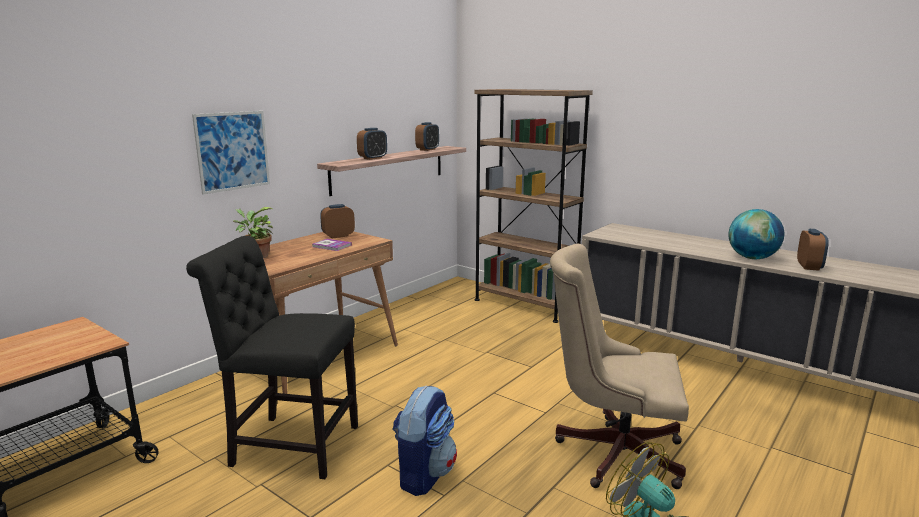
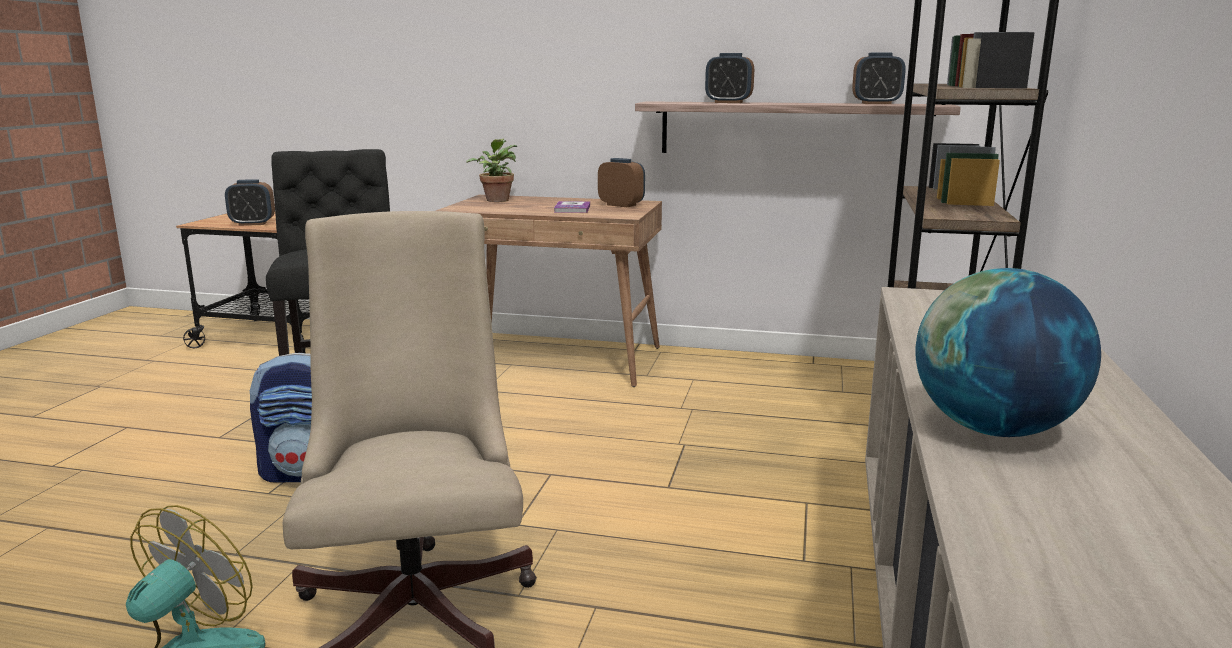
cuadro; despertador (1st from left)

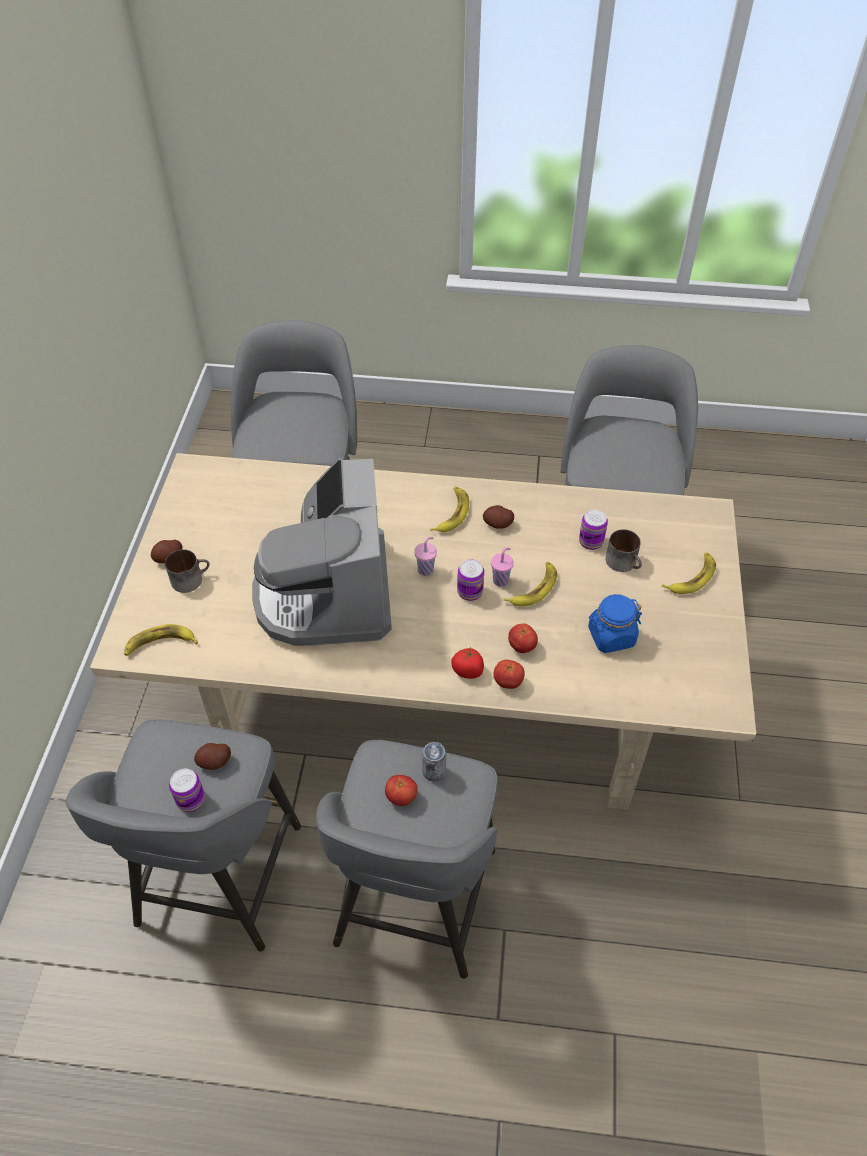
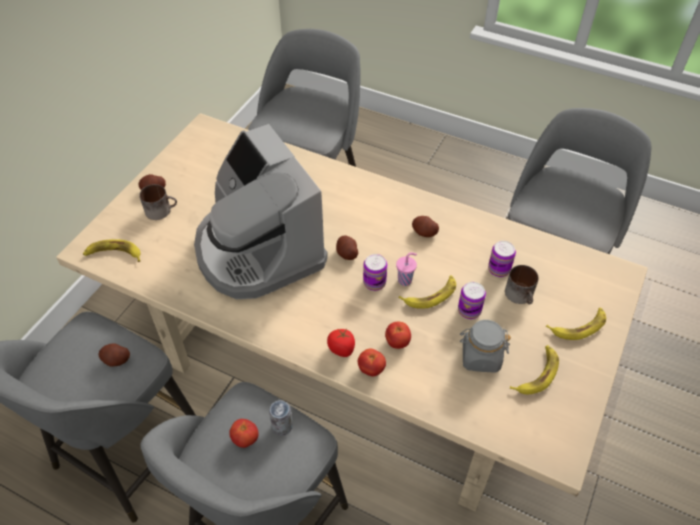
cafetera; plátano (3rd from left); patata (3rd from left); tarro [gris]; lata (3rd from left)

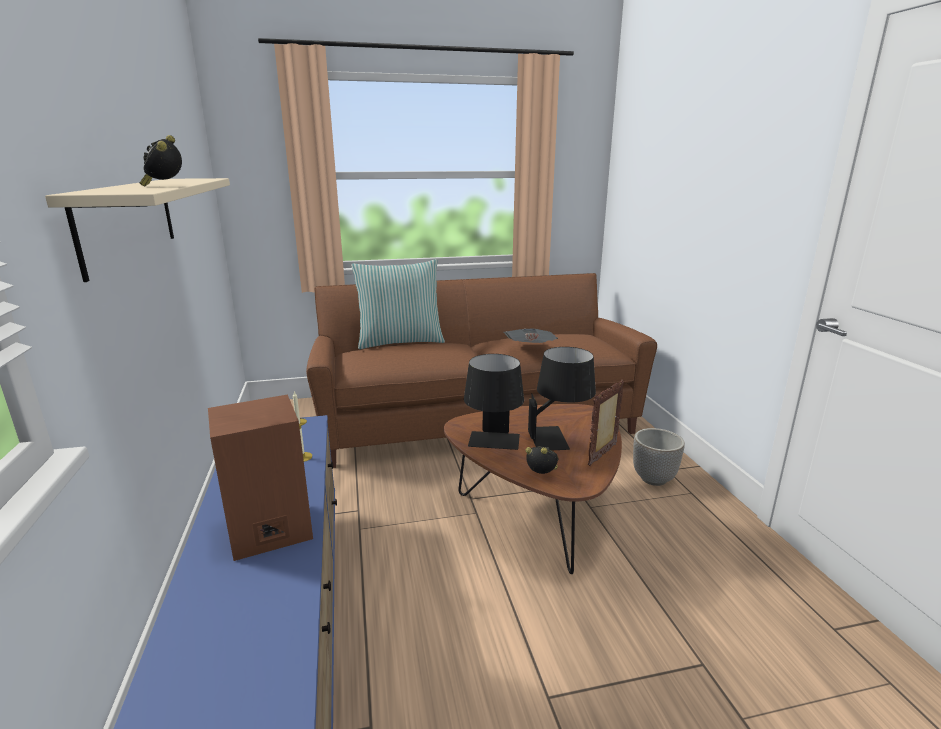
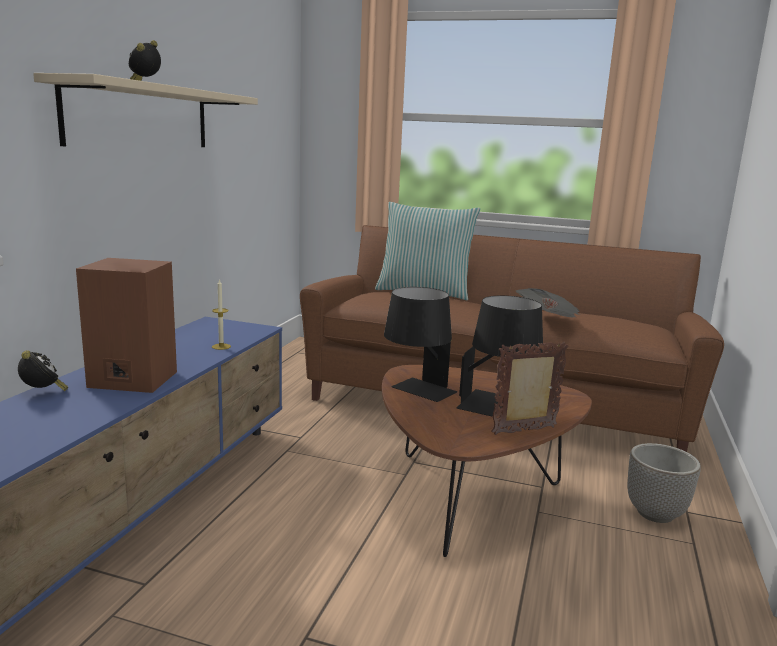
despertador (1st from left)

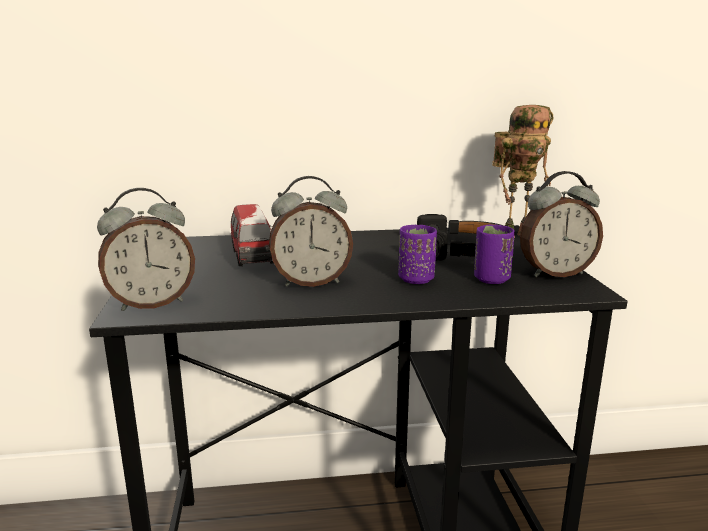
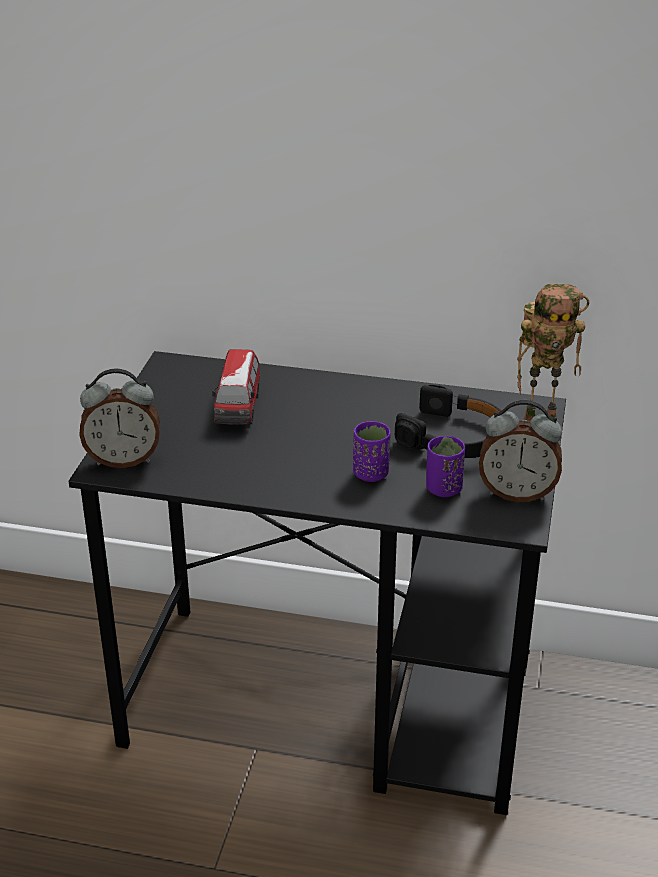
despertador (2nd from left in the first image)

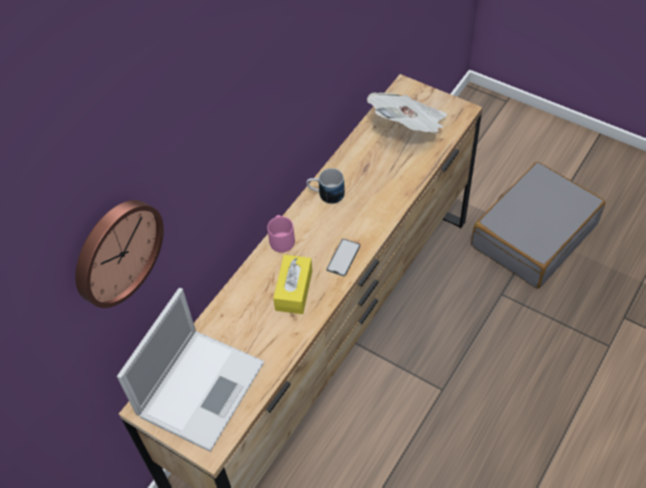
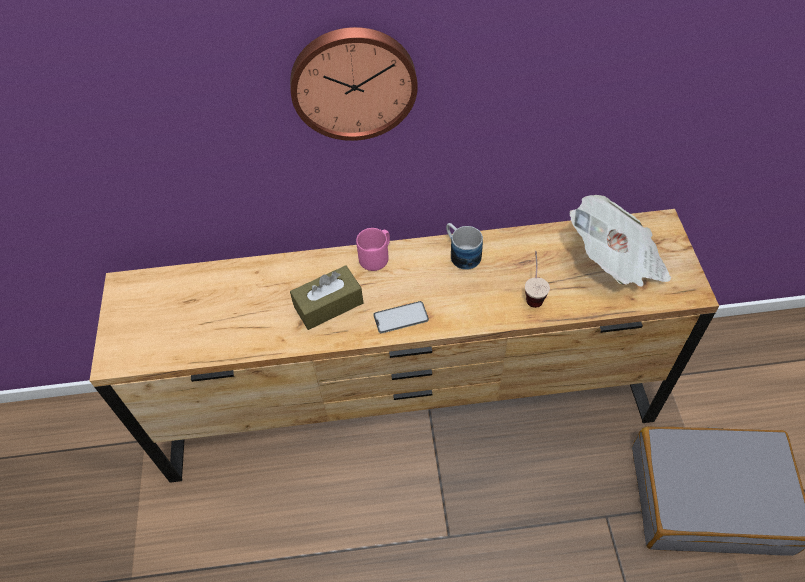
reloj de pared; caja de pañuelos [marrón]; portátil; taza

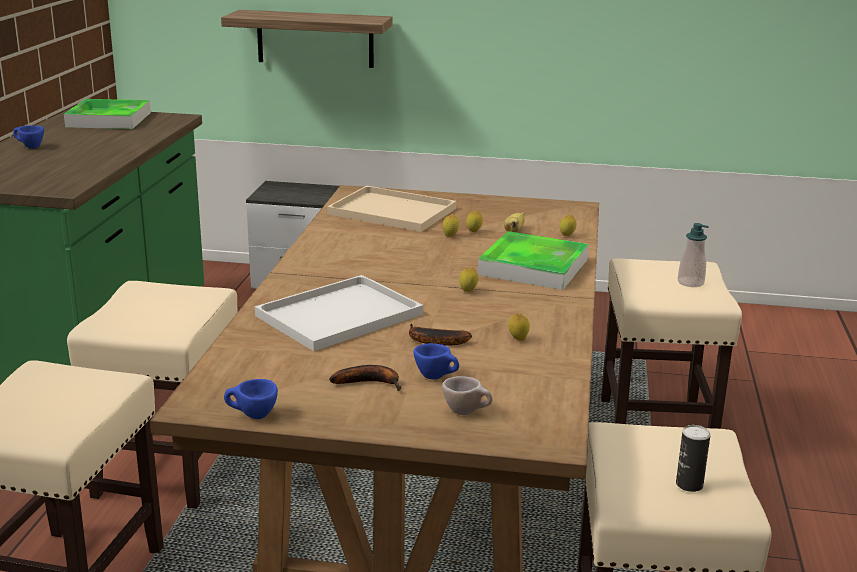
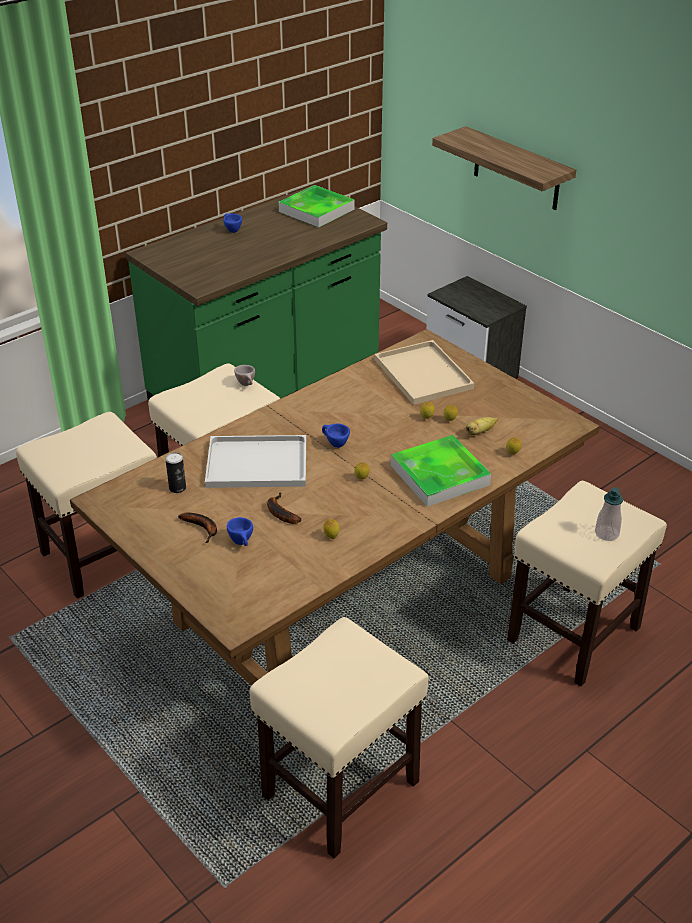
taza [beis]; taza [azul] (3rd from left); lata

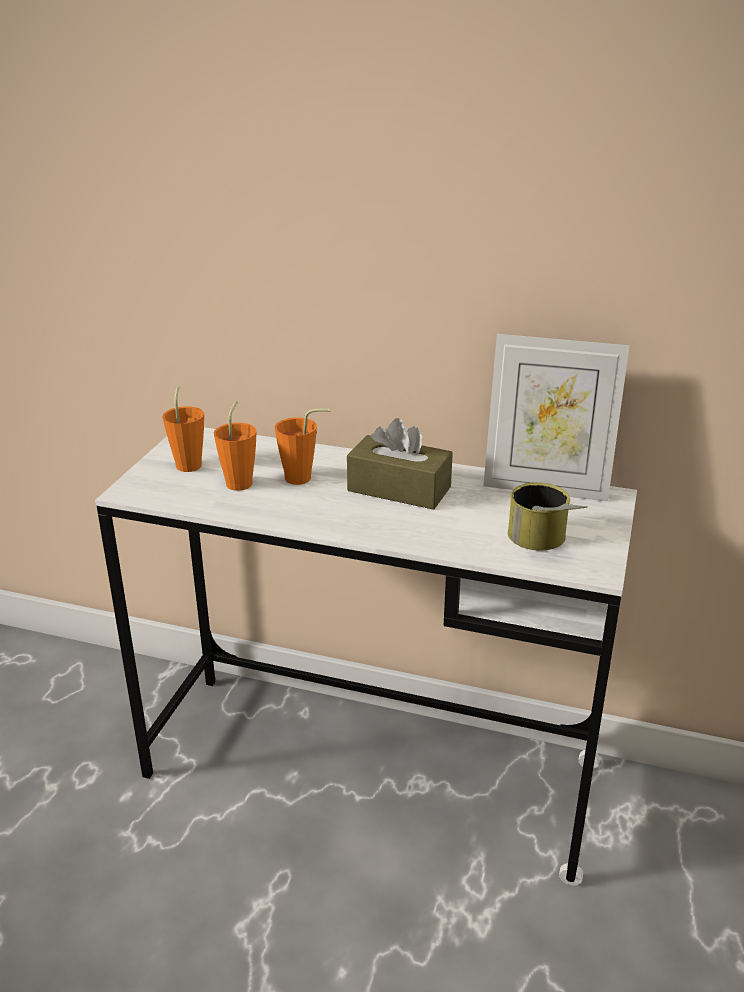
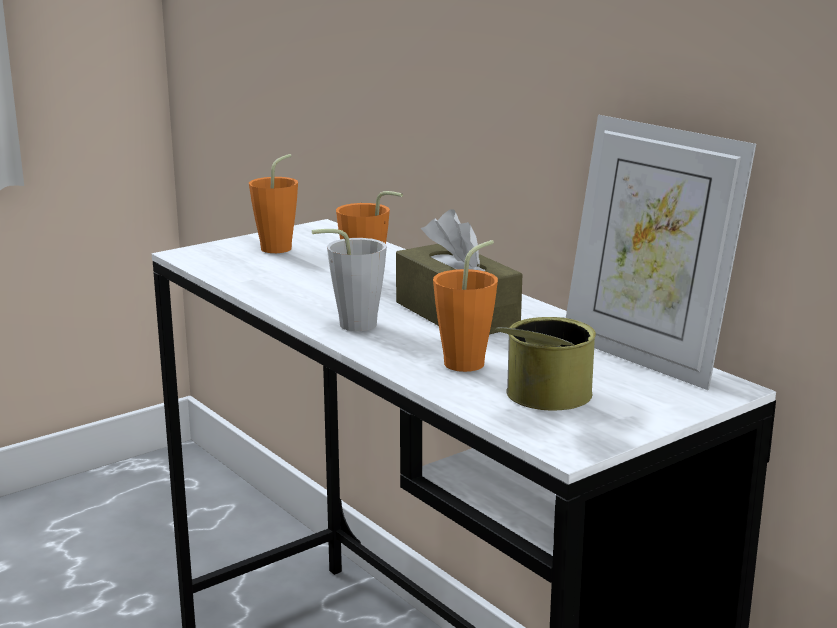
taza [naranja] (3rd from left); taza [gris]

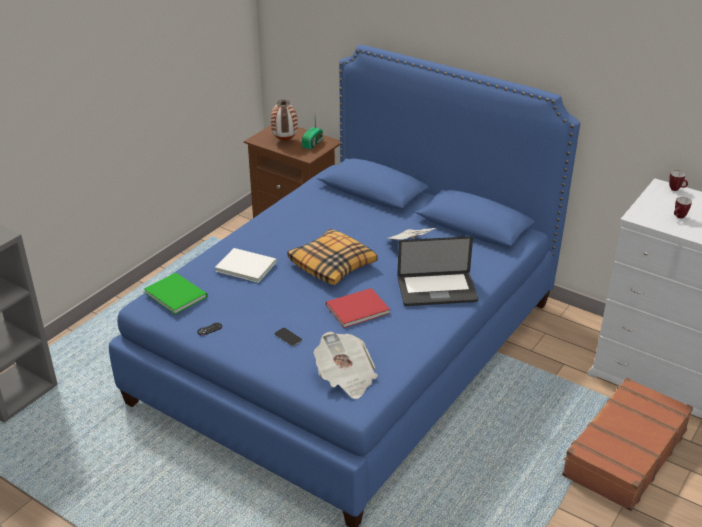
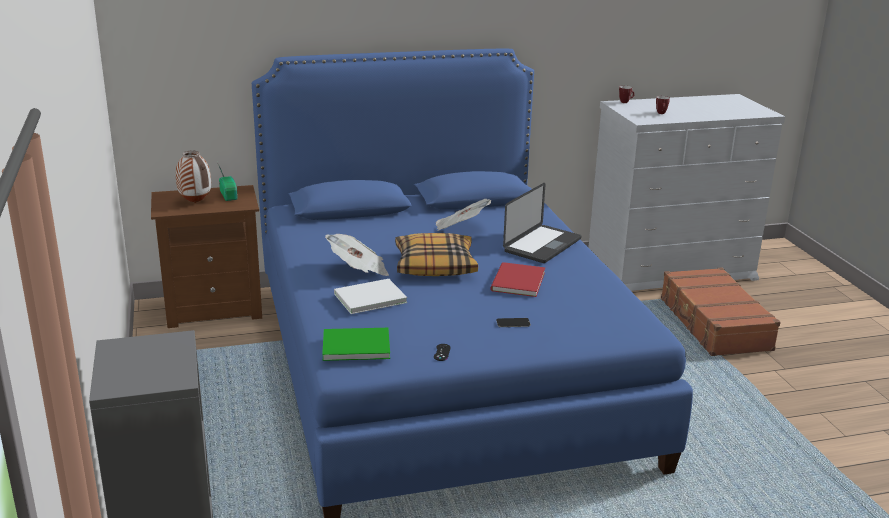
periódico (1st from left)

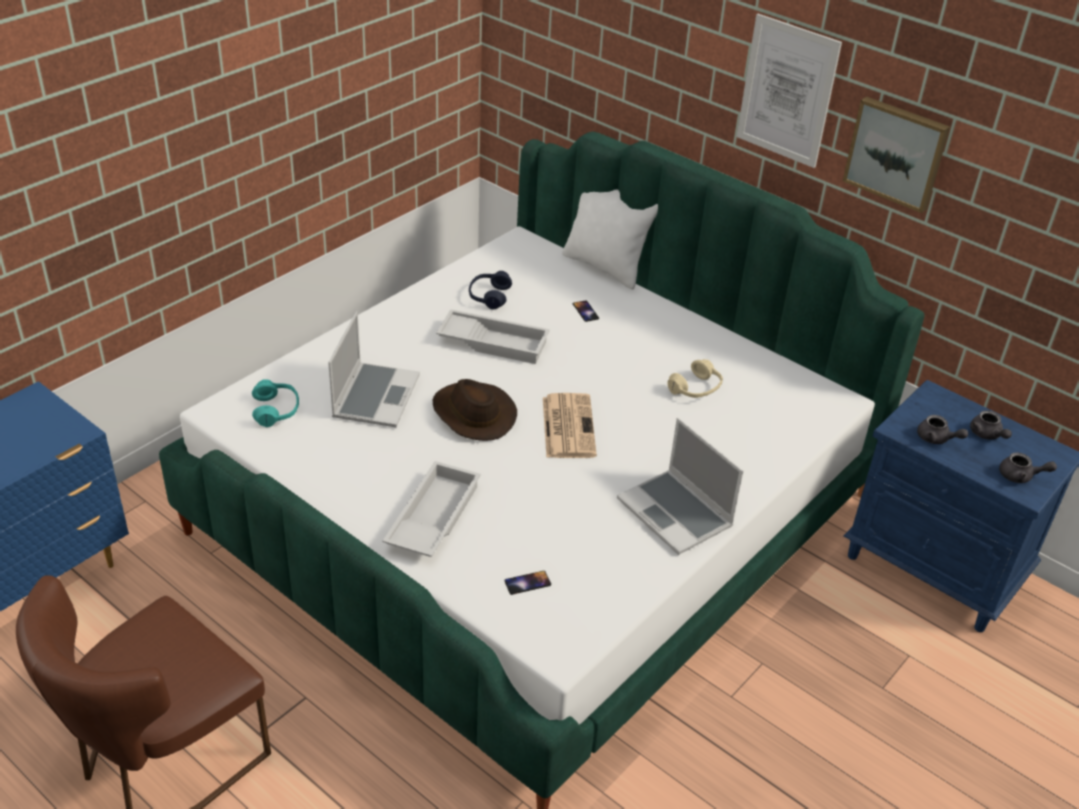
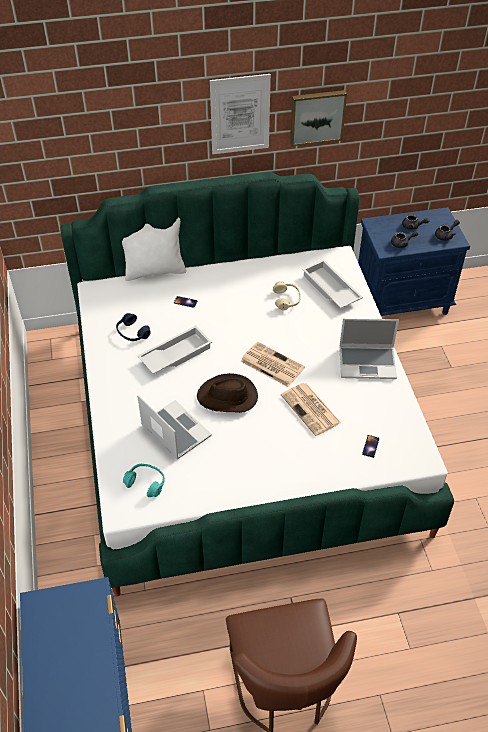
bandeja [blanco] (2nd from left); periódico (2nd from left)

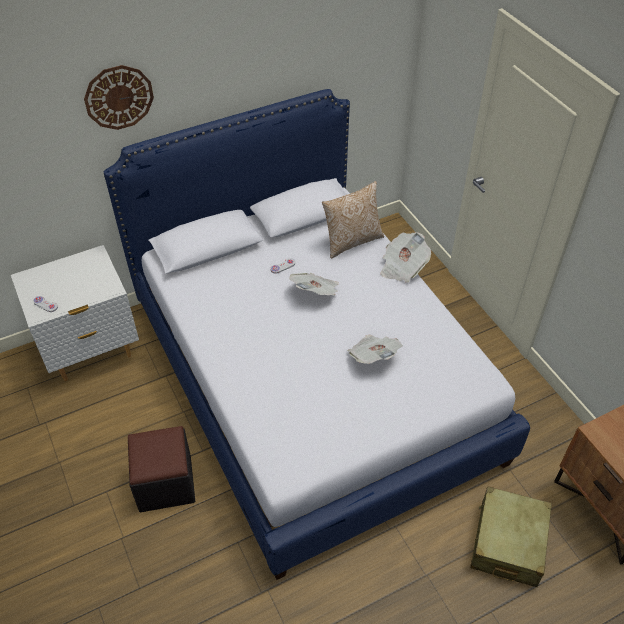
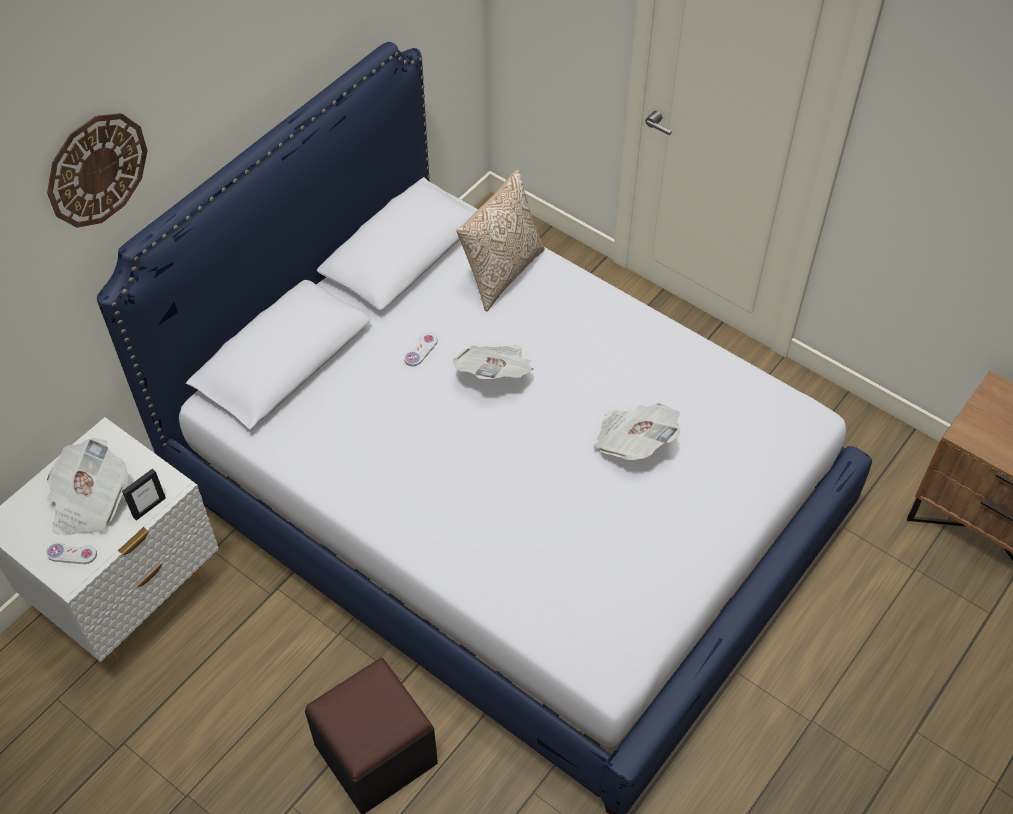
periódico (1st from left); maleta [beis]; portarretratos

